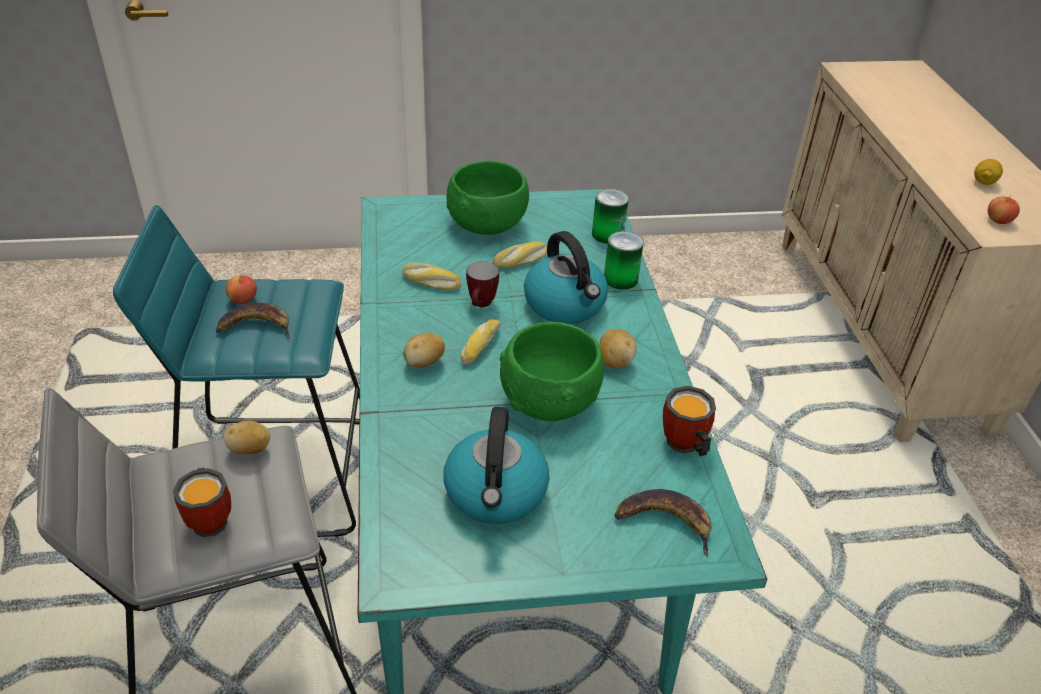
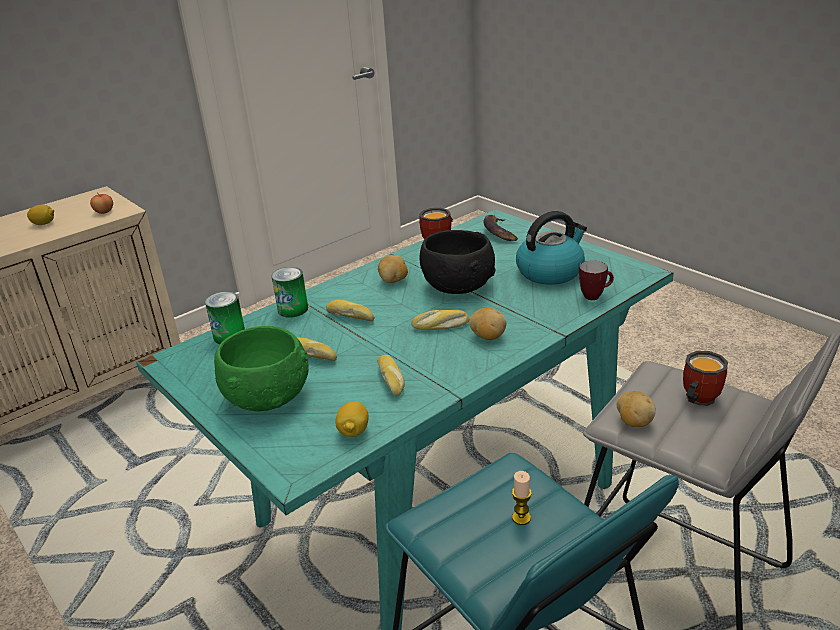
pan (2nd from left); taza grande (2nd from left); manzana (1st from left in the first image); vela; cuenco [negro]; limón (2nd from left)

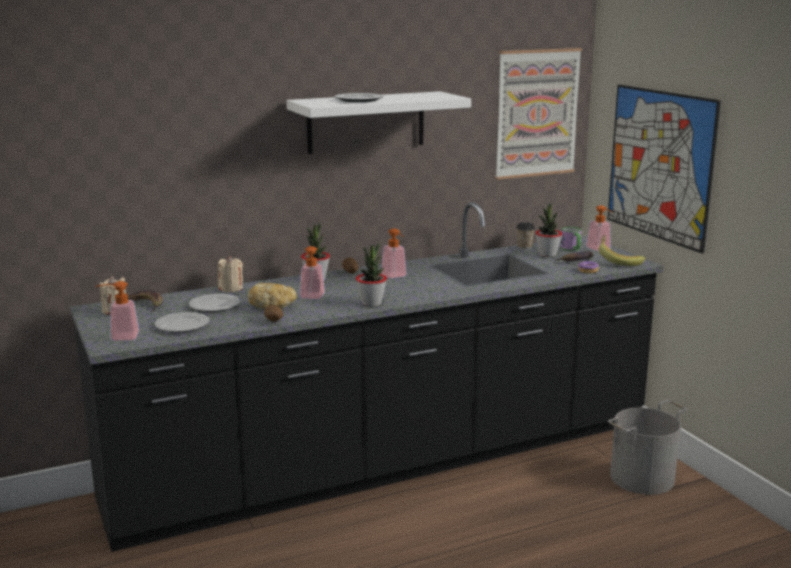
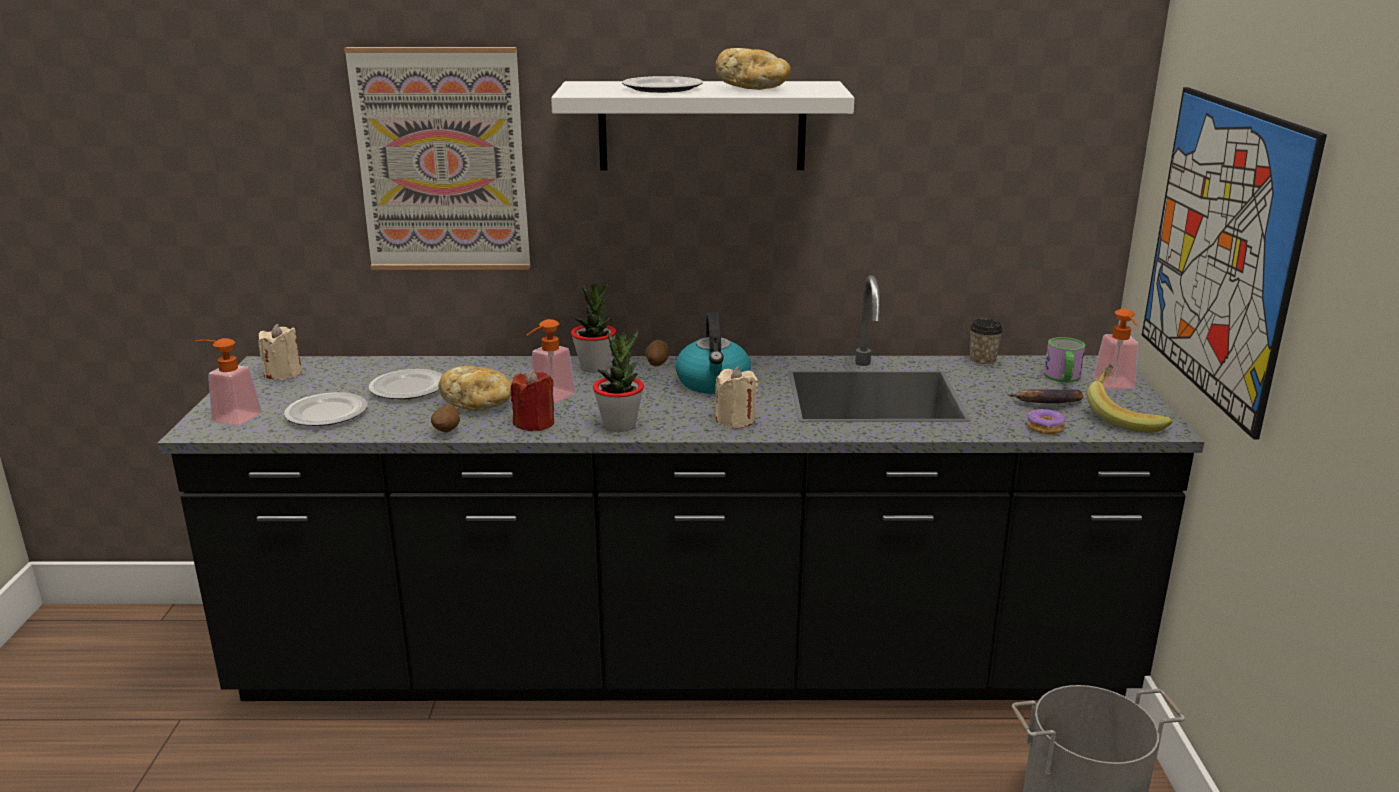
cuadro (1st from left); planta en maceta (3rd from left in the first image); hervidor; vela [beis] (2nd from left); plátano (1st from left in the first image); pan (2nd from left); vela [rojo]

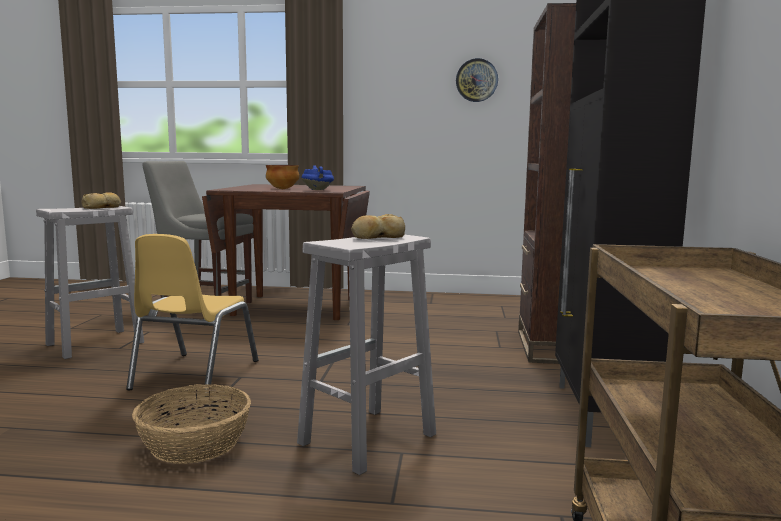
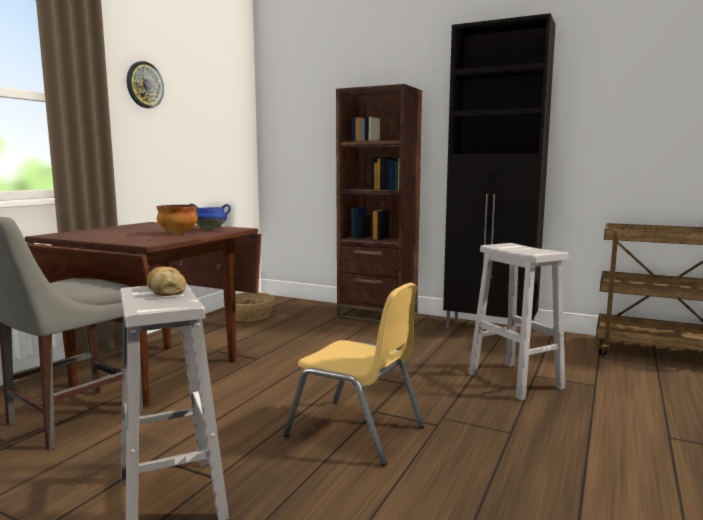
reloj de pared; pan (2nd from left in the first image); cesta

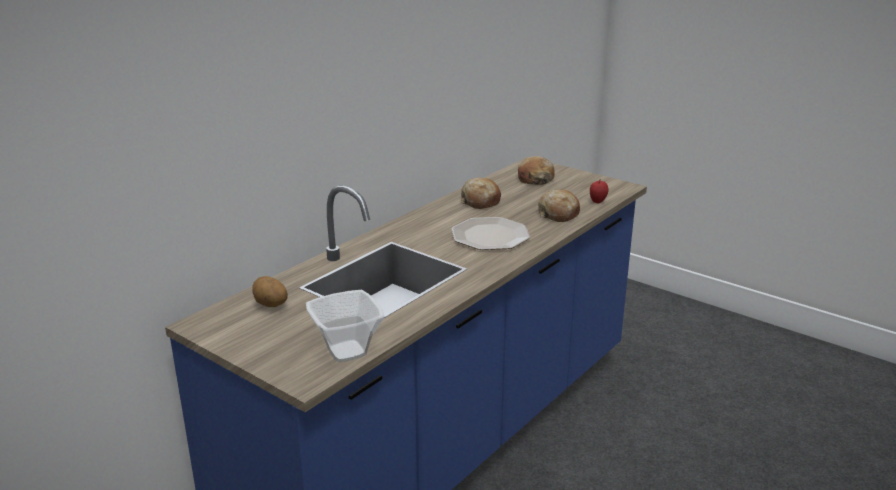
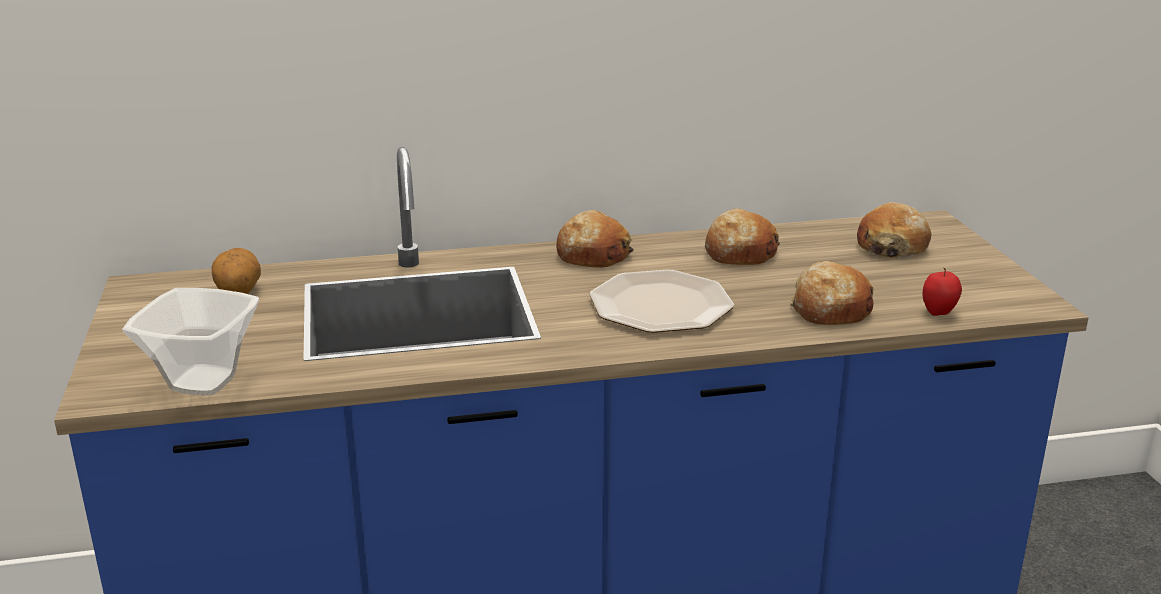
pan (1st from left)

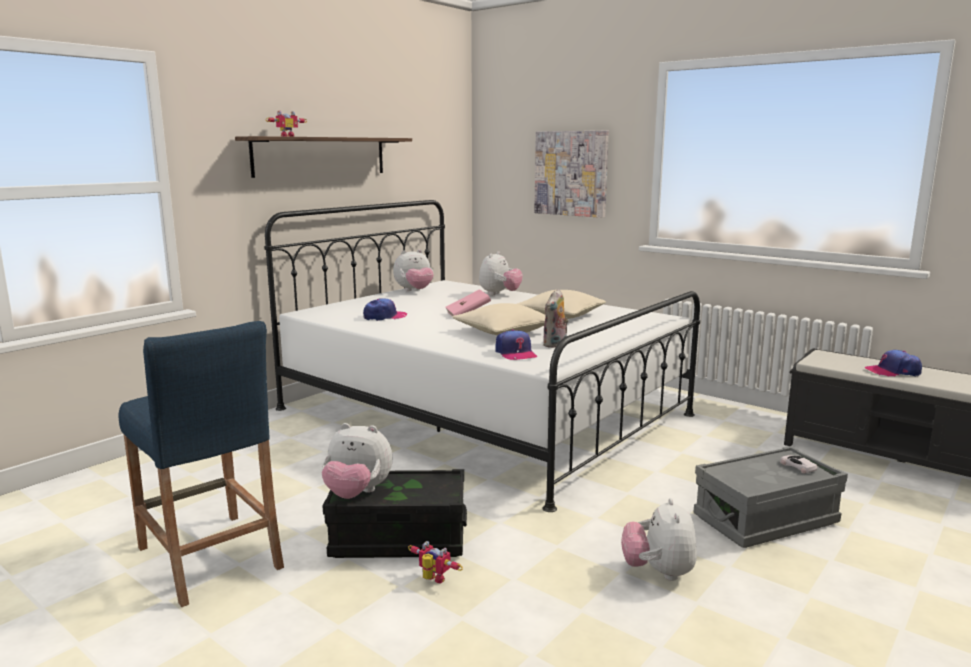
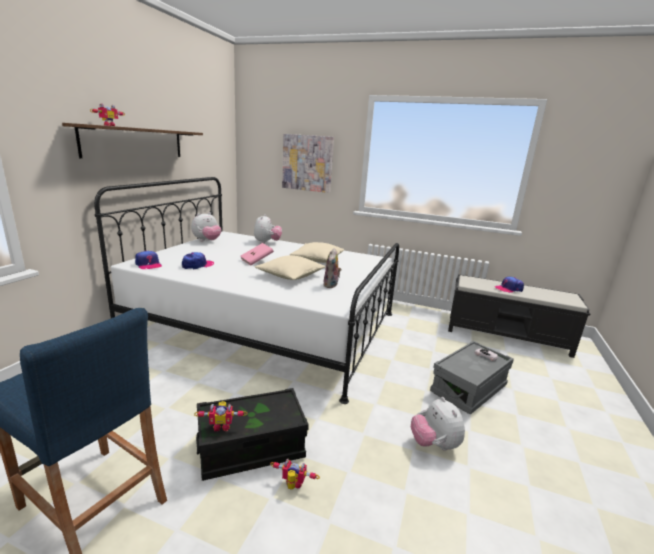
gorra (1st from left); robot de juguete (2nd from left)

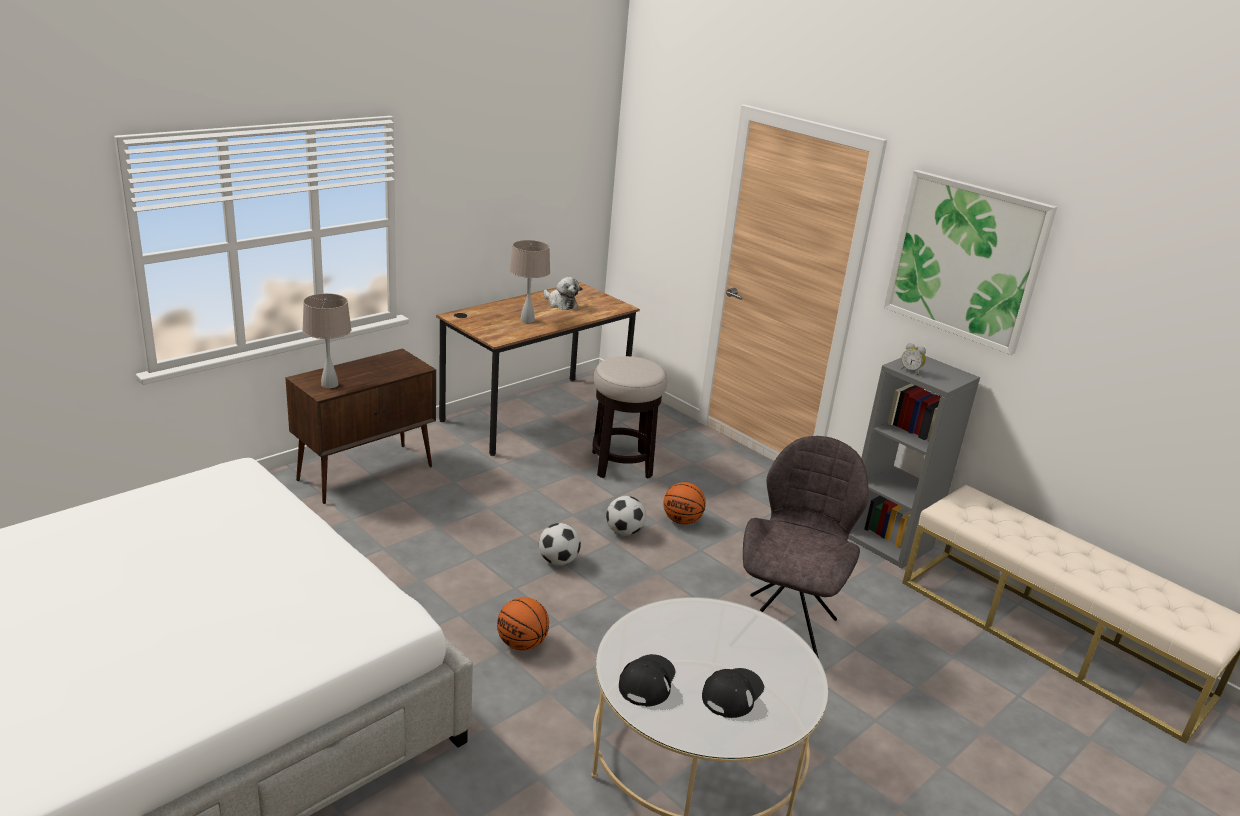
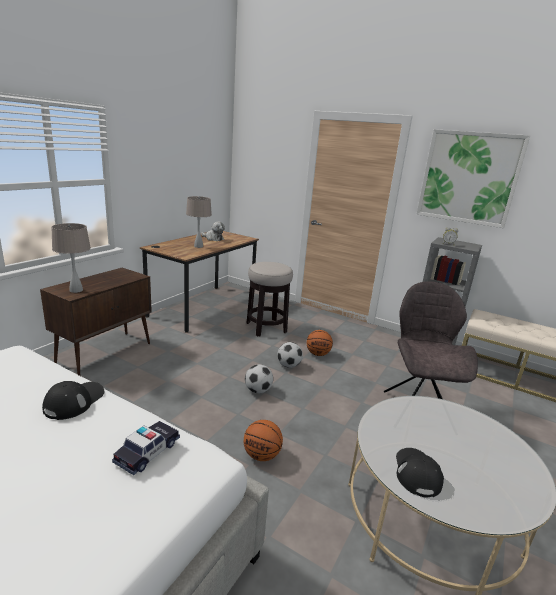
gorra [negro] (1st from left); coche de juguete

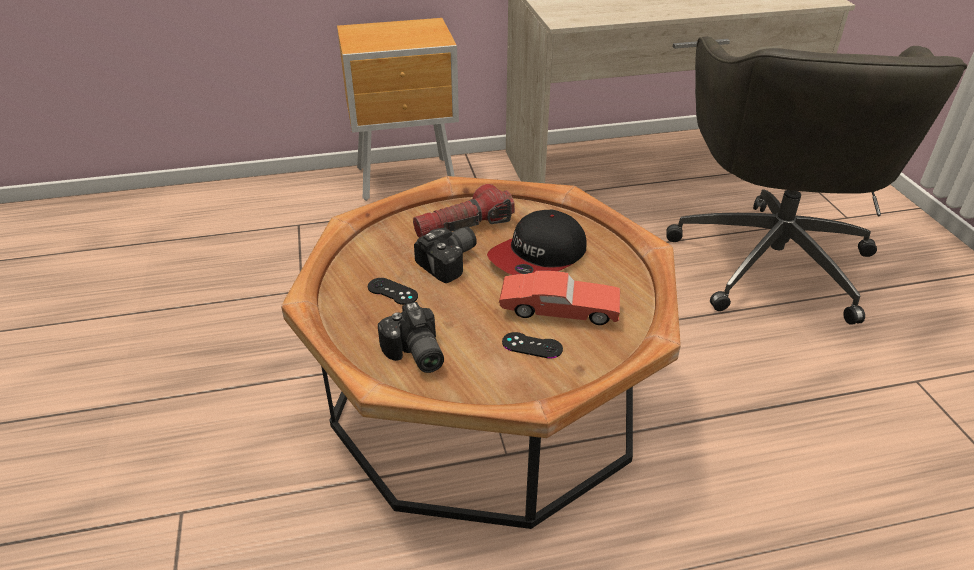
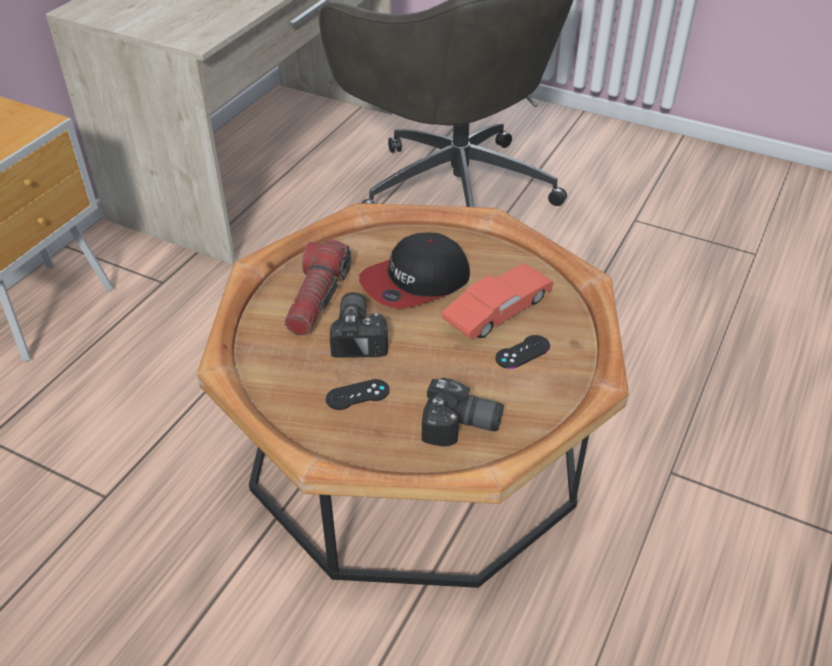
gorra

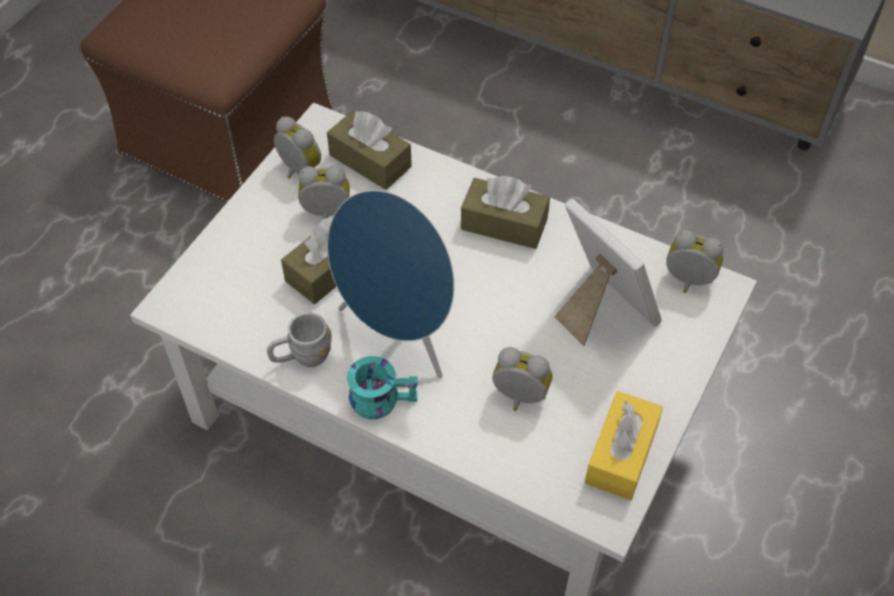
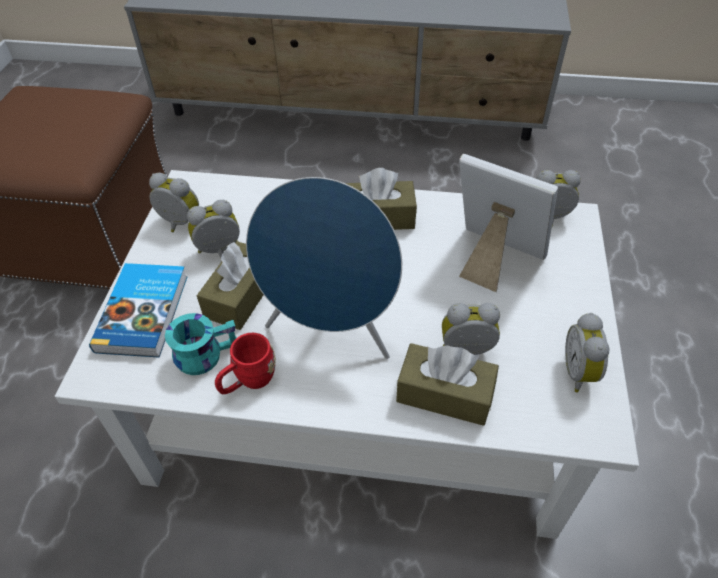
caja de pañuelos [marrón] (3rd from left); taza grande [rojo]; taza grande [turquesa]; despertador (5th from left); libro

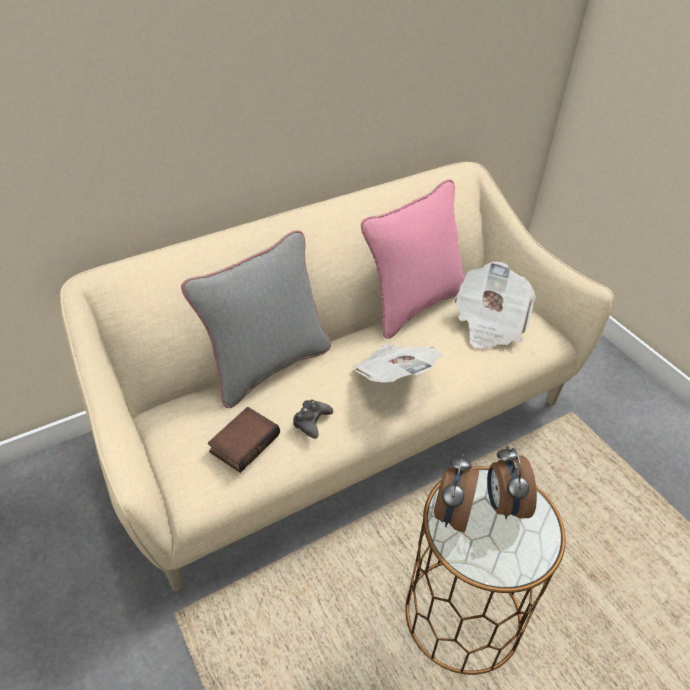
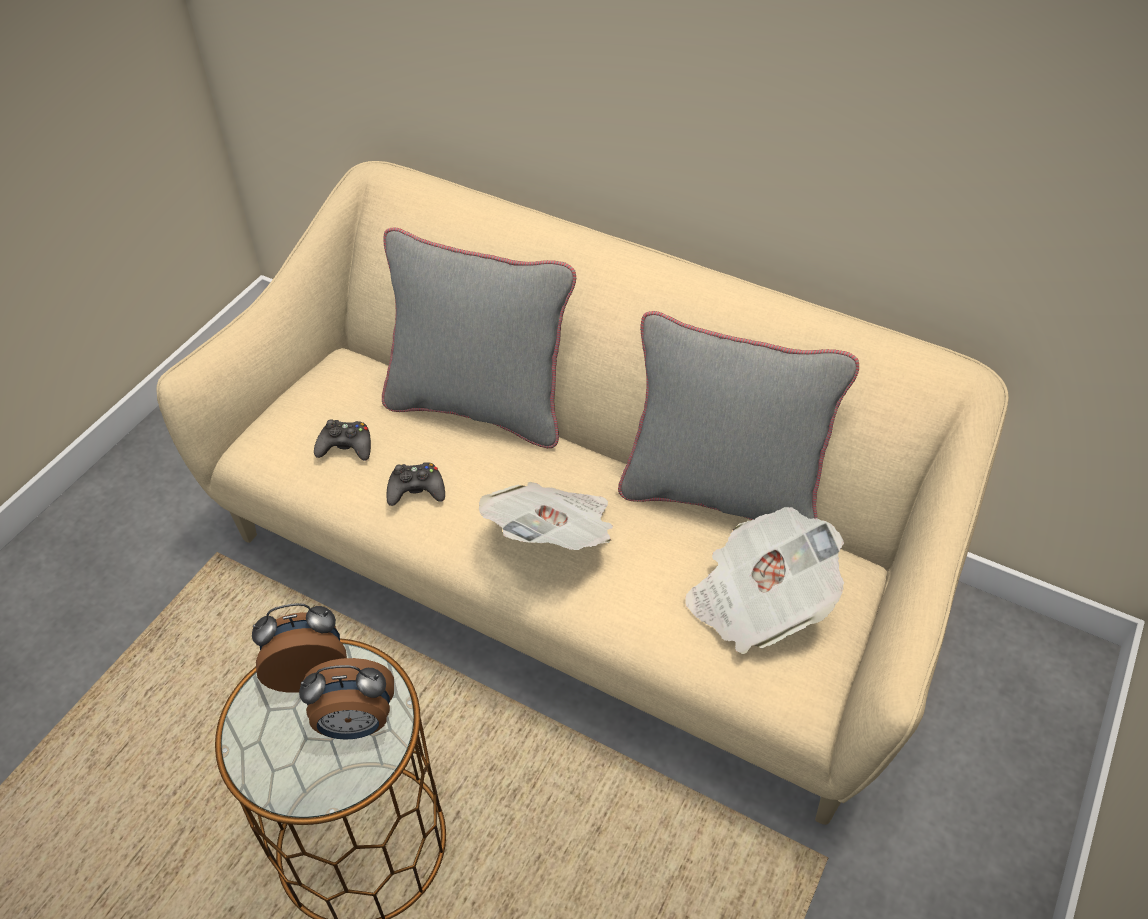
cojín [gris] (2nd from left); mando de consola [negro] (1st from left); despertador (2nd from left)

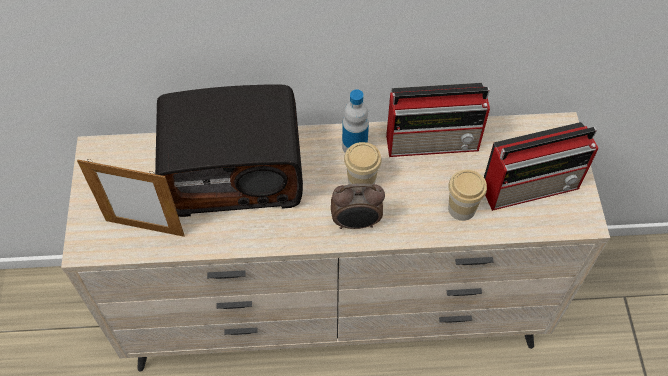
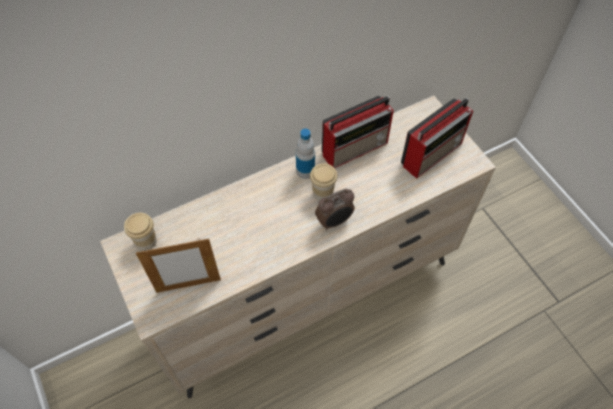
radio (1st from left in the first image); taza (1st from left)

